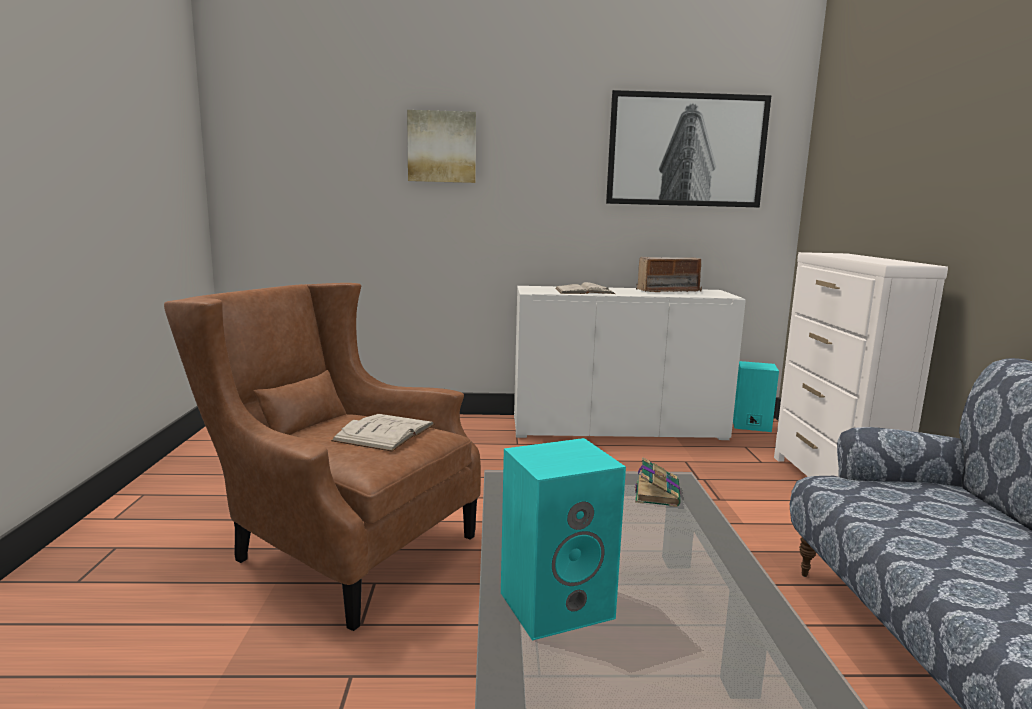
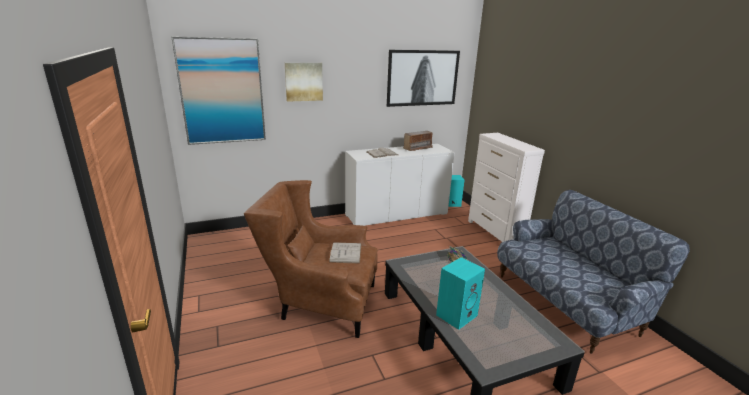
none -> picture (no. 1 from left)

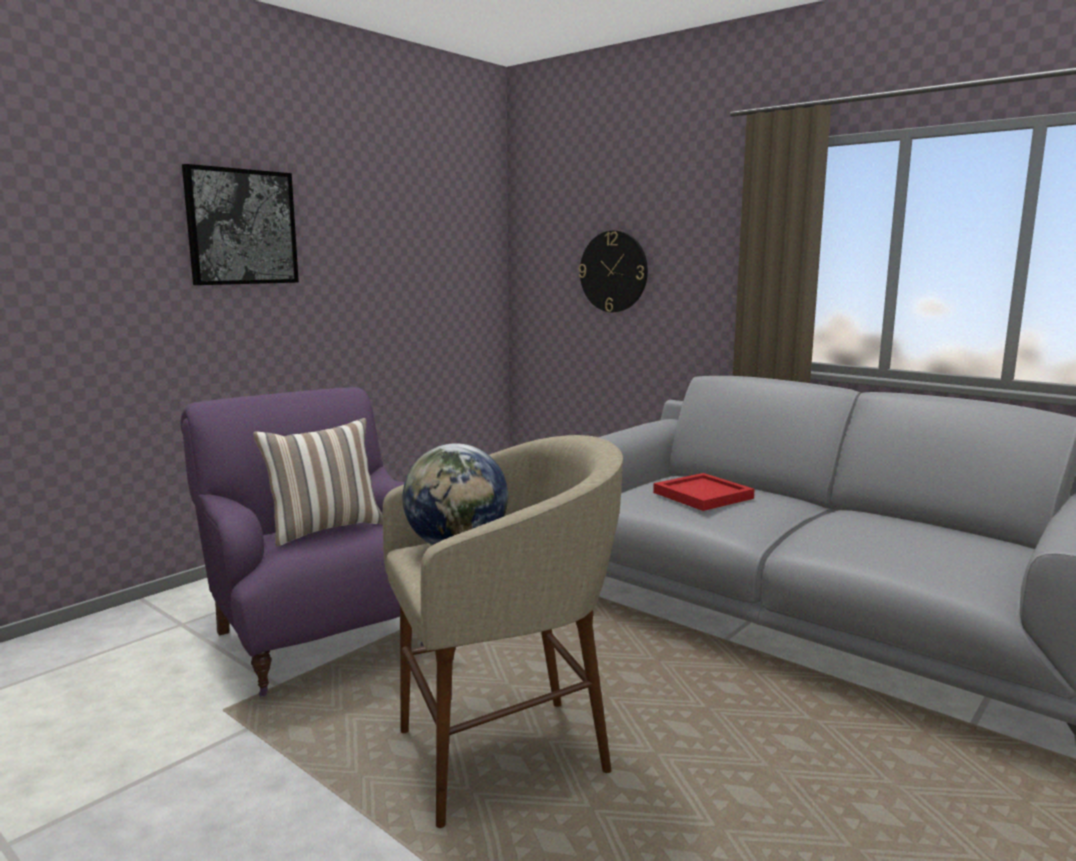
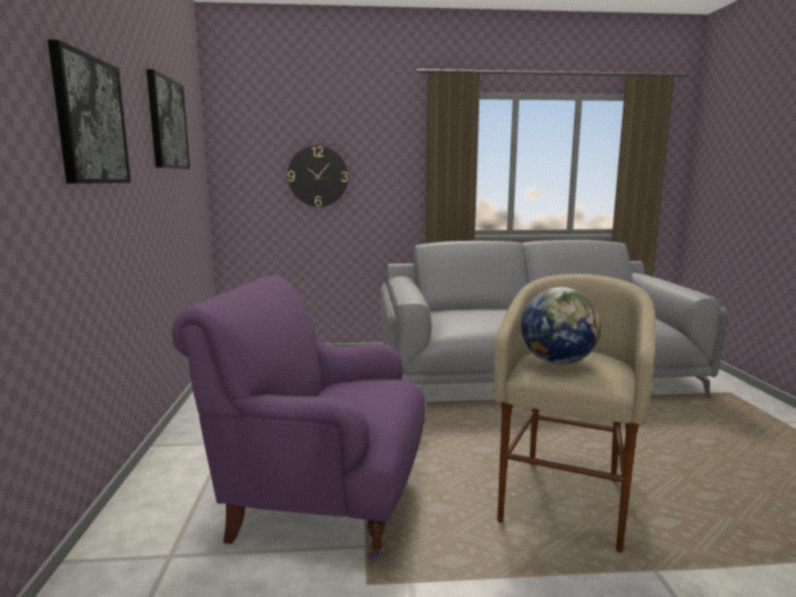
pillow -> none
reddish tray -> none
none -> picture (no. 2 from left)

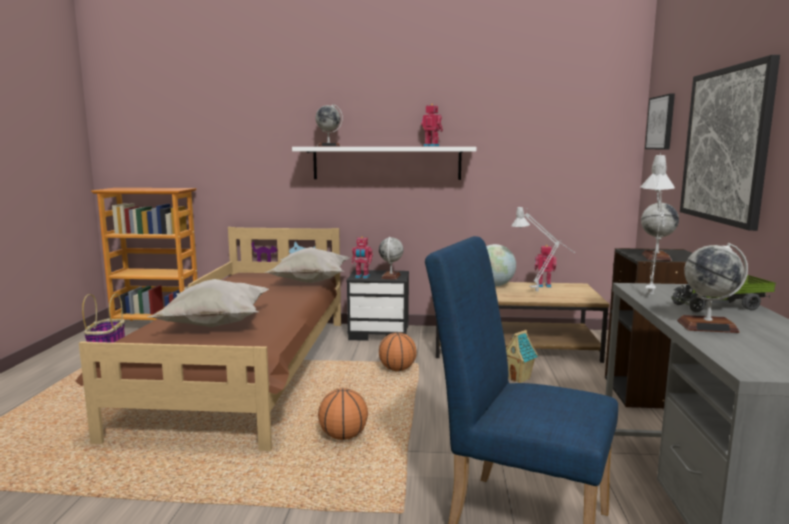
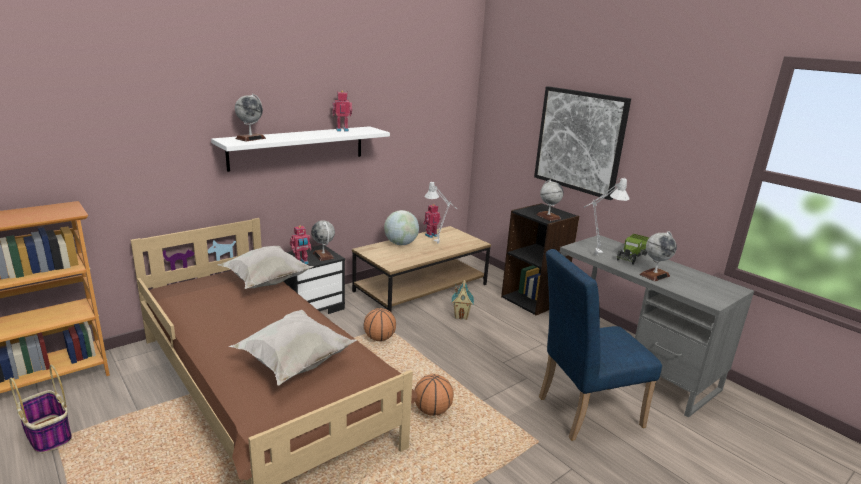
picture (no. 1 from left) -> none

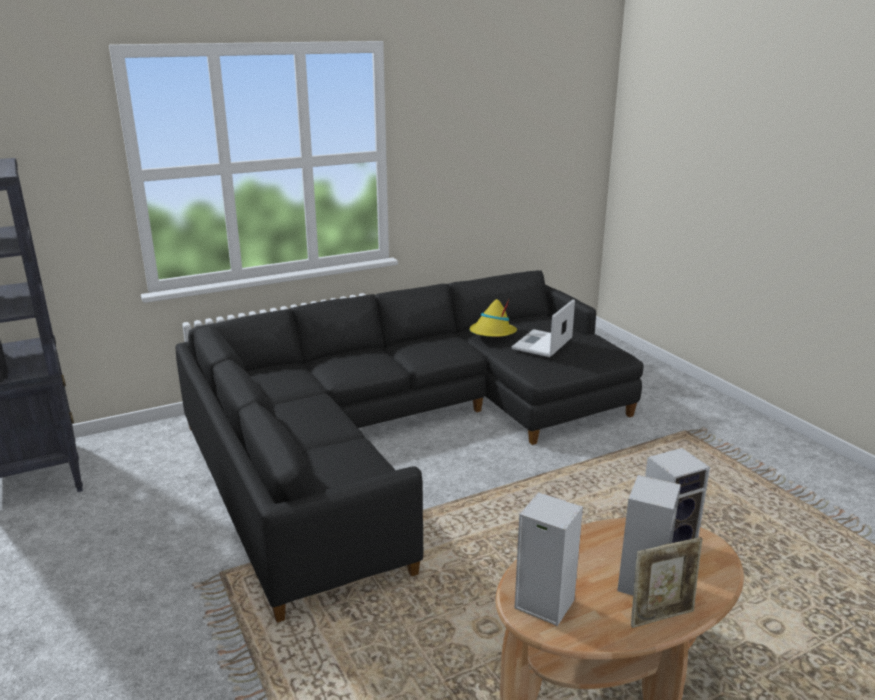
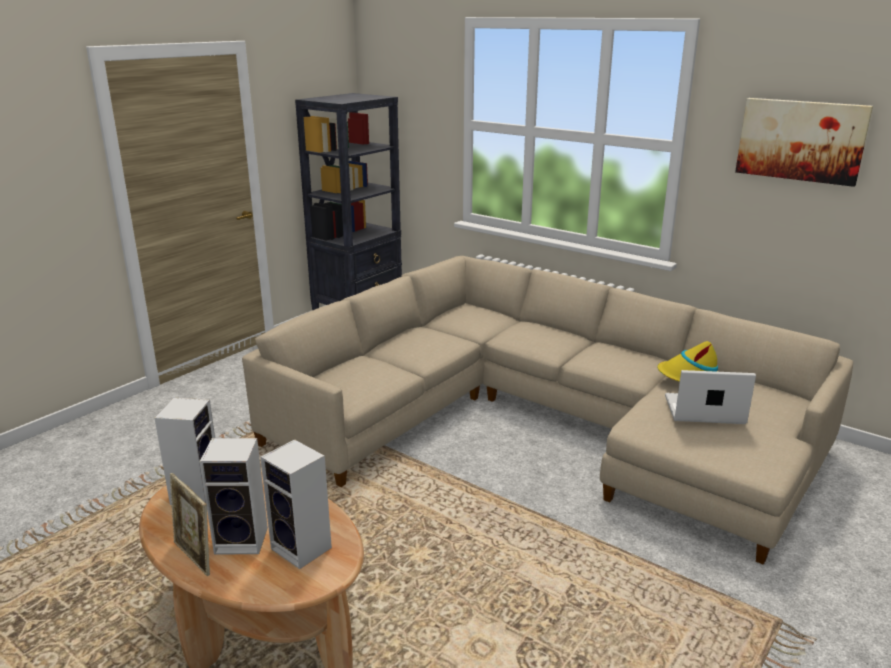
none -> picture
blackish sofa -> sand-coloured sofa

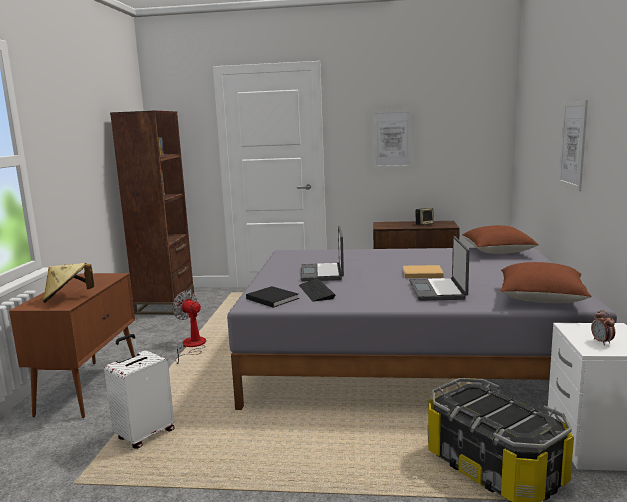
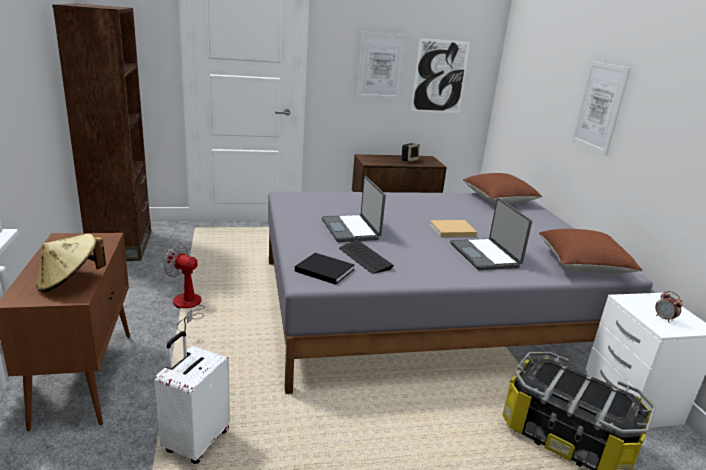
none -> picture (no. 2 from left)

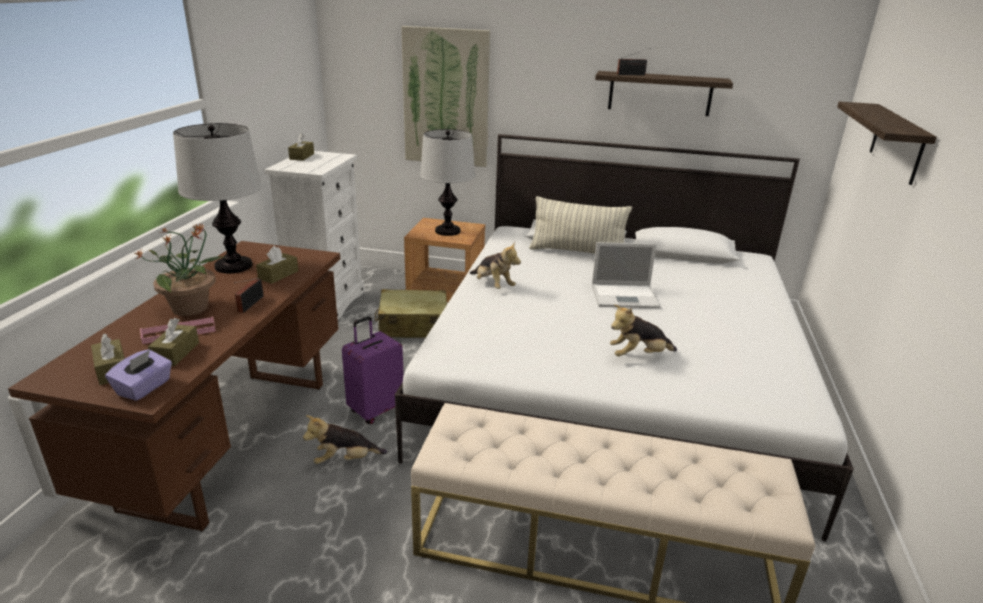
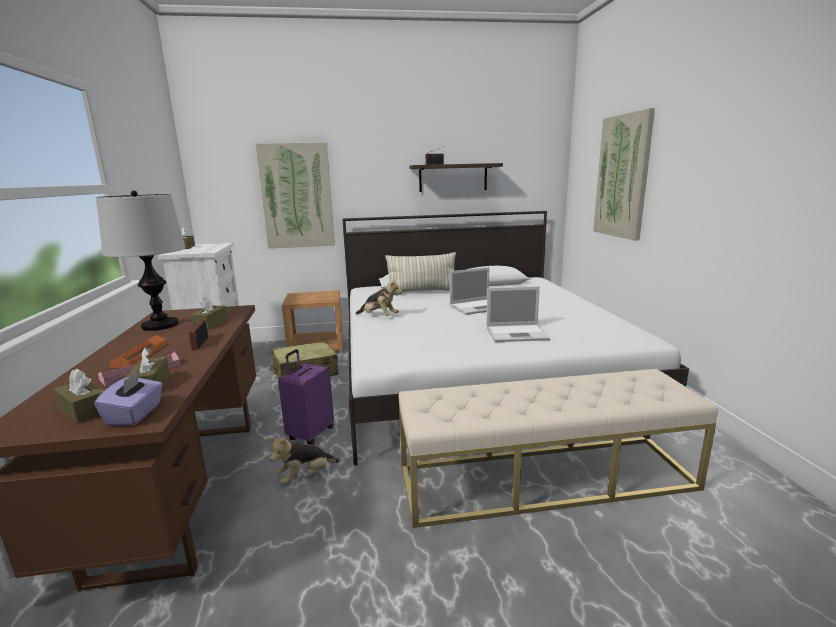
lamp for a table (no. 2 from left) -> none
houseplant -> orange tray
plush toy (no. 3 from left) -> portable computer (no. 2 from left)
bracket shelf (no. 2 from left) -> picture (no. 2 from left)

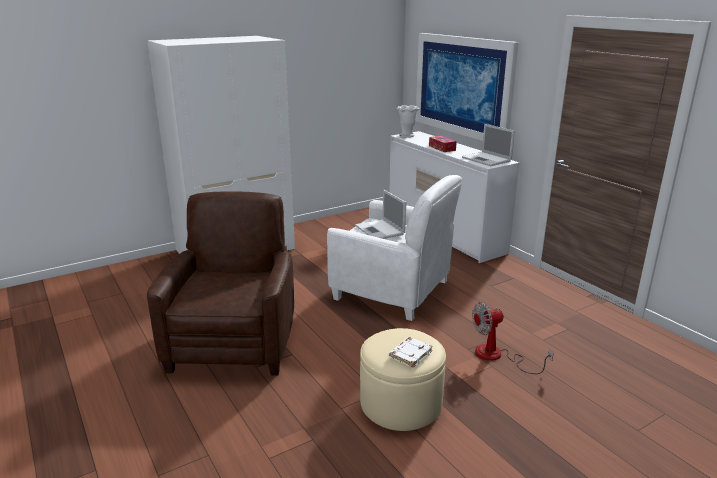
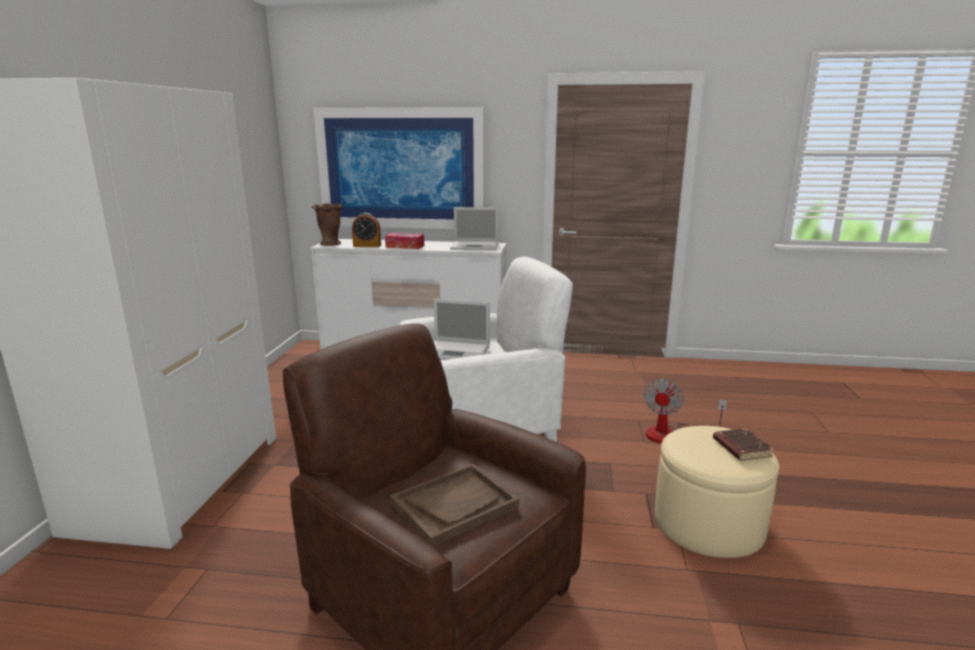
none -> alarm clock
none -> brownish tray
whitish bound book -> brownish bound book
whitish flower vase -> brownish flower vase

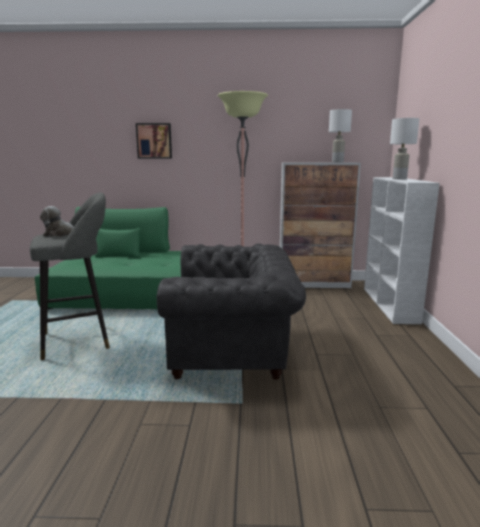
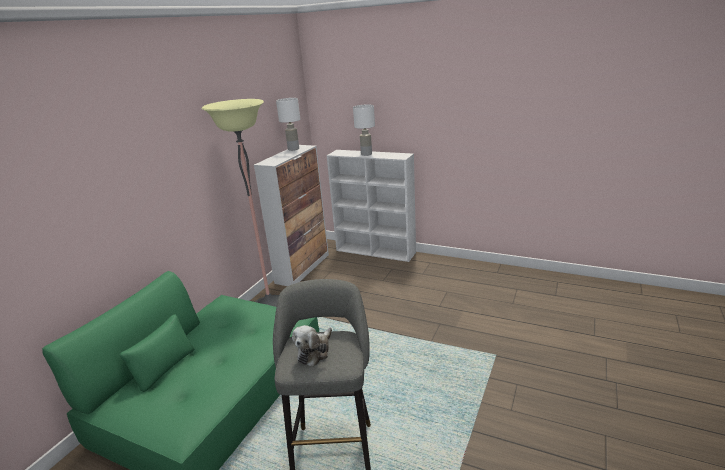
picture -> none
gray lounge chair -> none

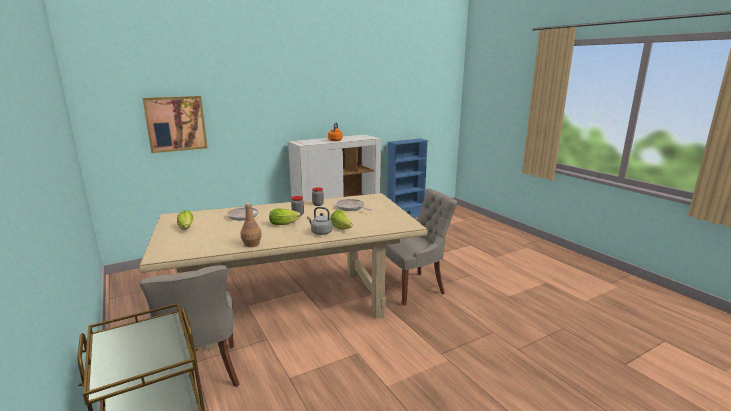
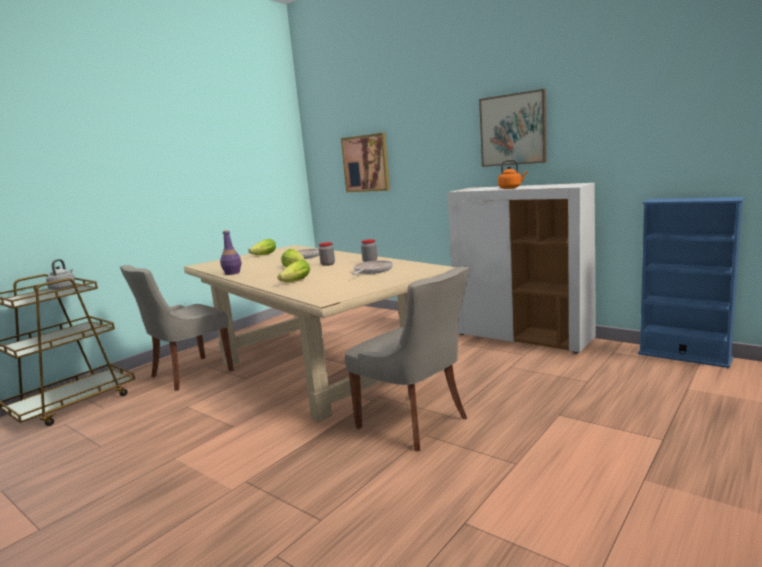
none -> picture (no. 2 from left)
gray water kettle, shifted
brownish bottle -> purplish bottle

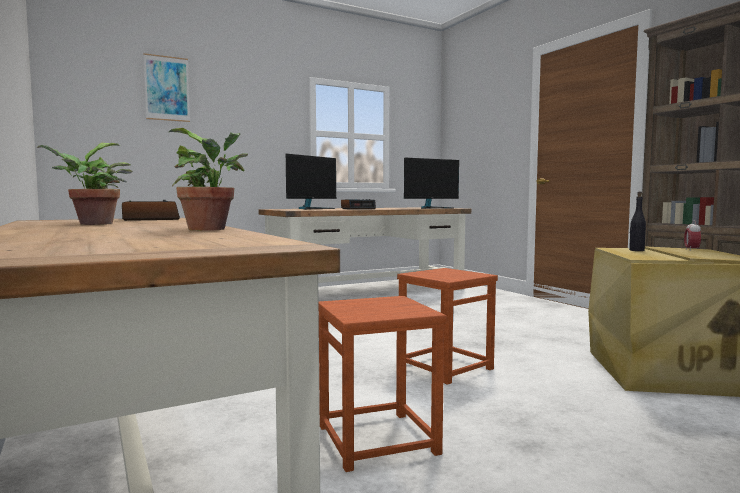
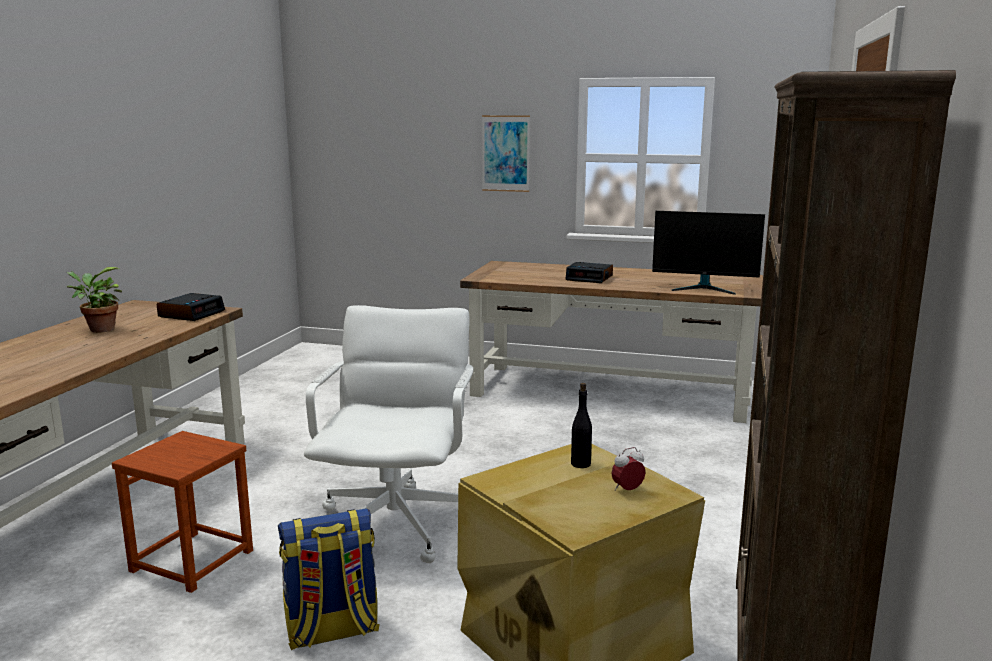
houseplant (no. 2 from left) -> none
computer screen (no. 1 from left) -> none
none -> backpack
picture, shifted
brownish stool (no. 2 from left) -> whitish office chair

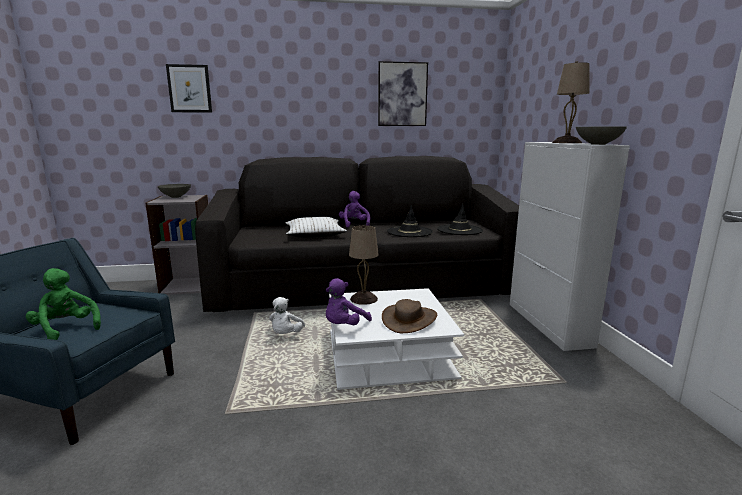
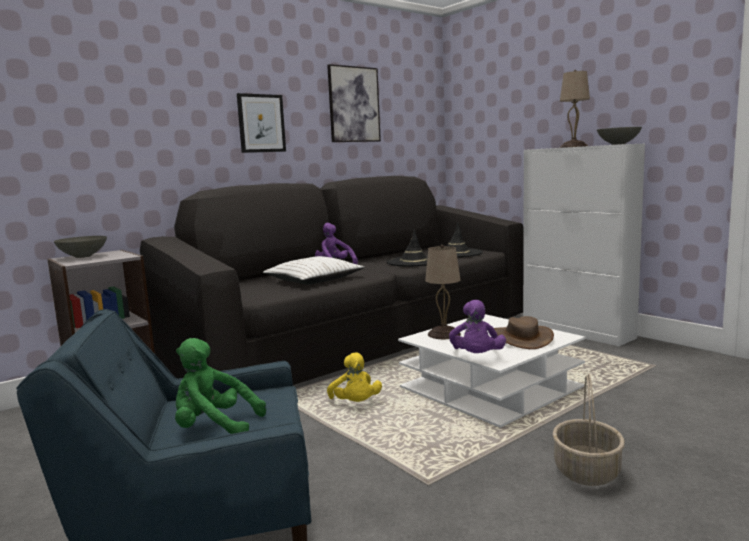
none -> household basket
picture (no. 1 from left), shifted
whitish plush toy -> yellowish plush toy

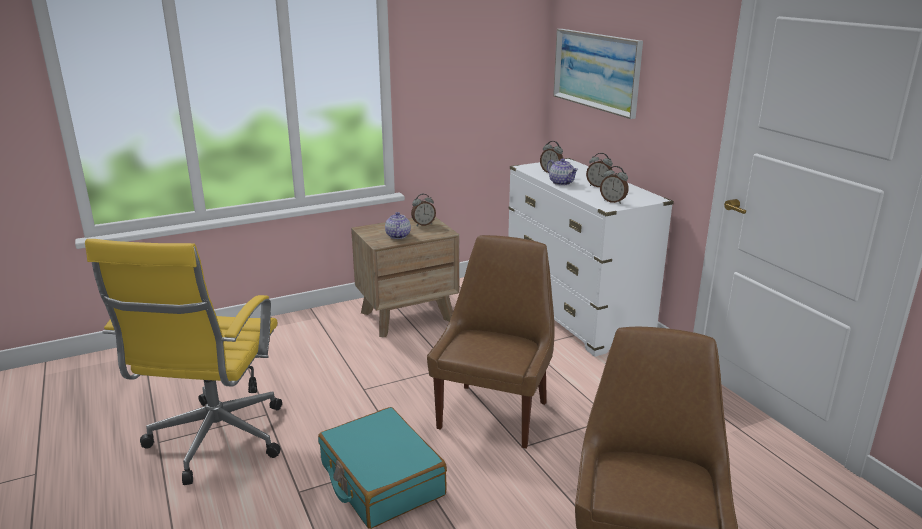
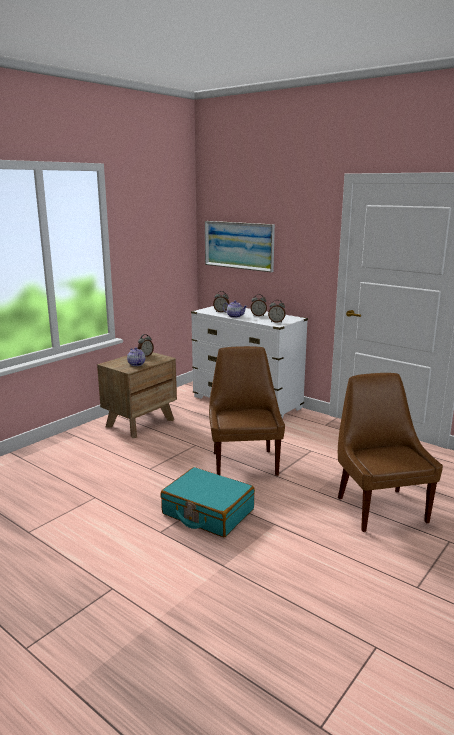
yellowish office chair -> none

